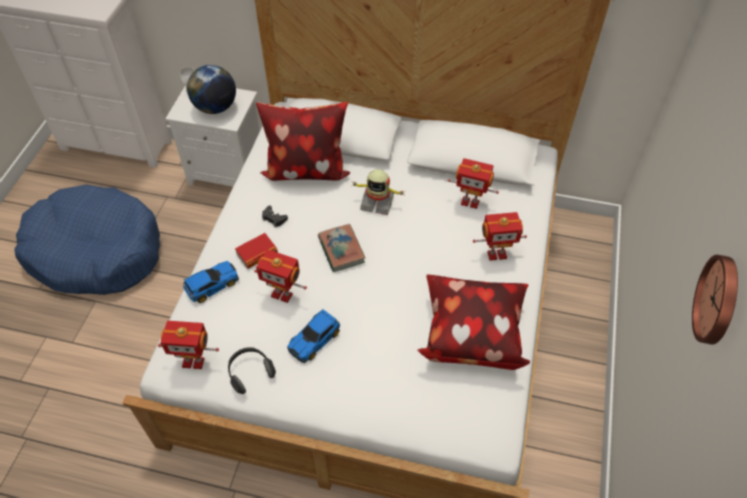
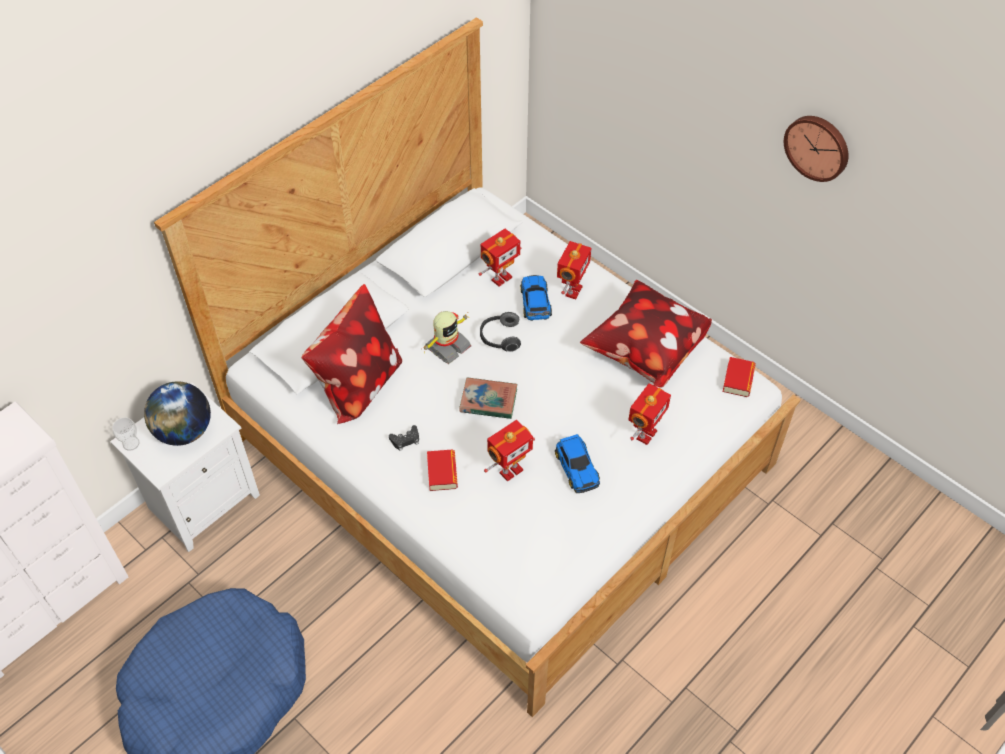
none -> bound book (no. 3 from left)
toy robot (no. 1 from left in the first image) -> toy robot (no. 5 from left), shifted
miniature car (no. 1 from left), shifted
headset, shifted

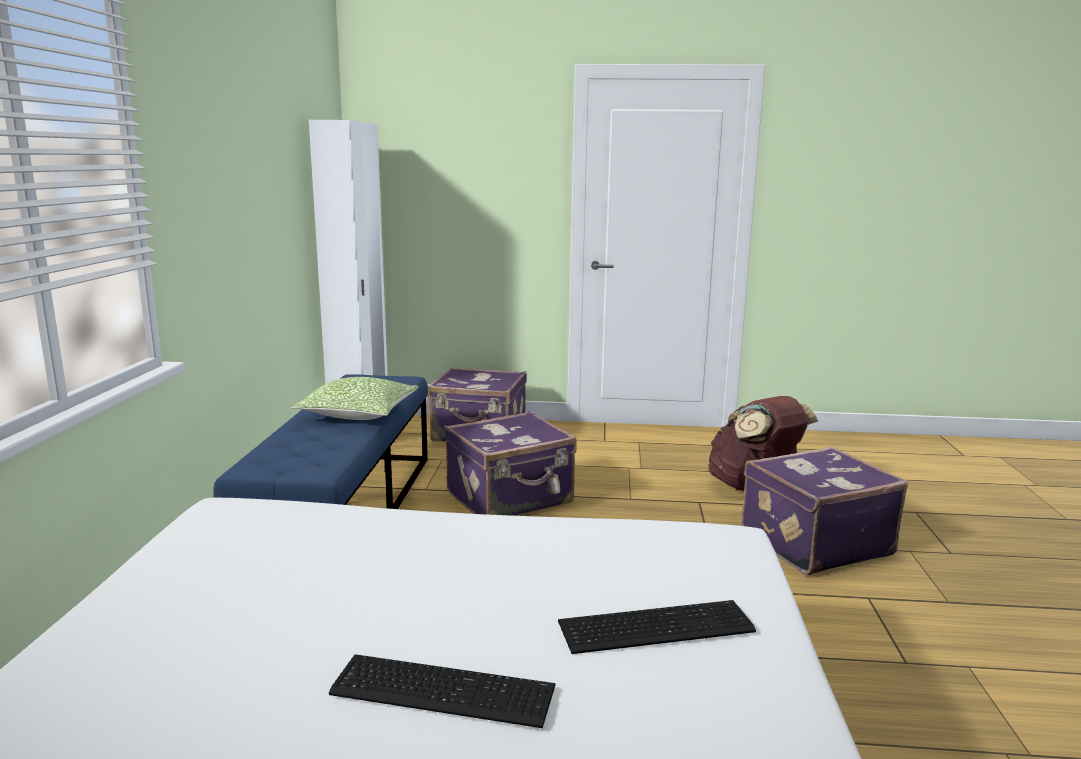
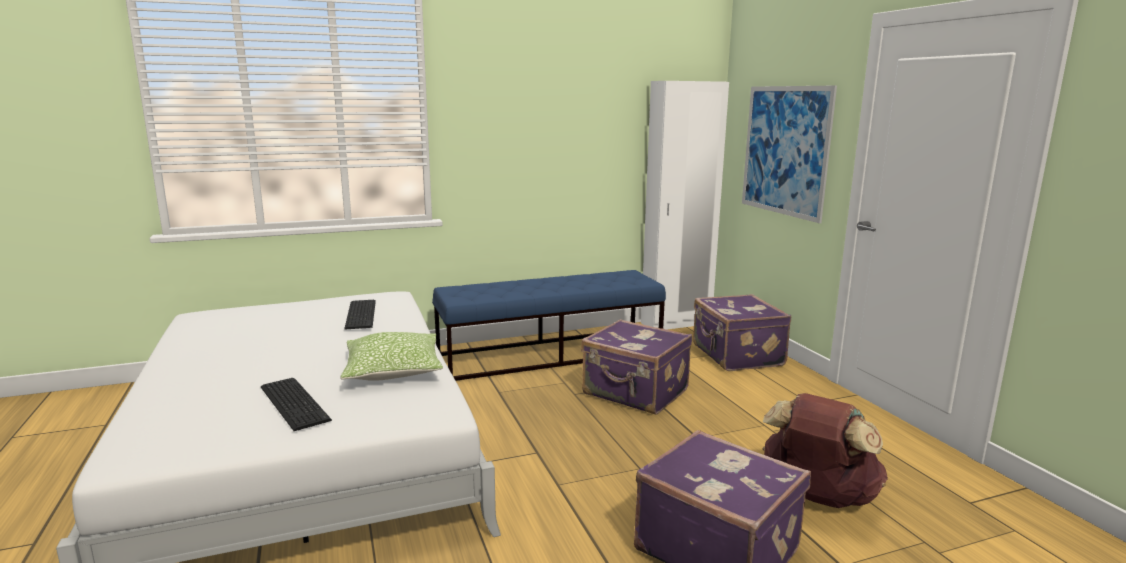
none -> picture
pillow, shifted
PC keyboard (no. 1 from left in the first image) -> PC keyboard (no. 2 from left), shifted

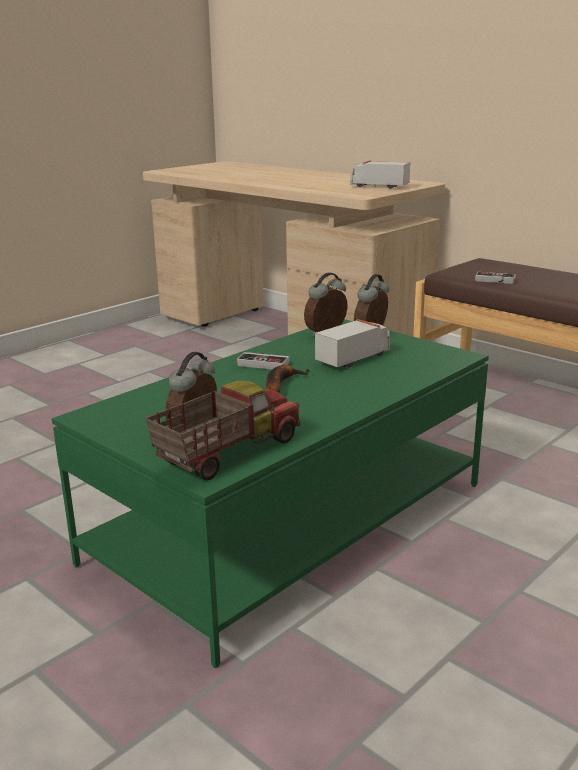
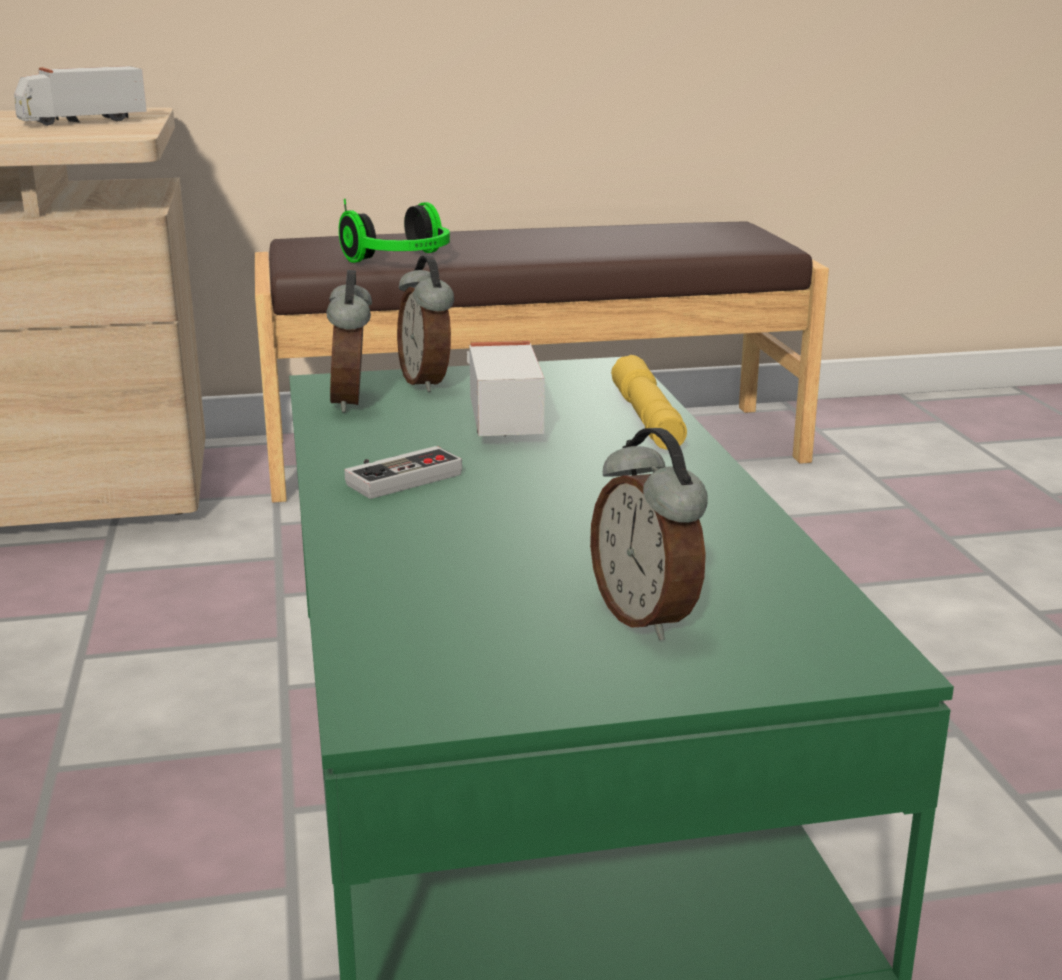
toy lorry (no. 1 from left) -> none
whole banana -> none
none -> yellowish hand torch
game controller (no. 2 from left) -> headset

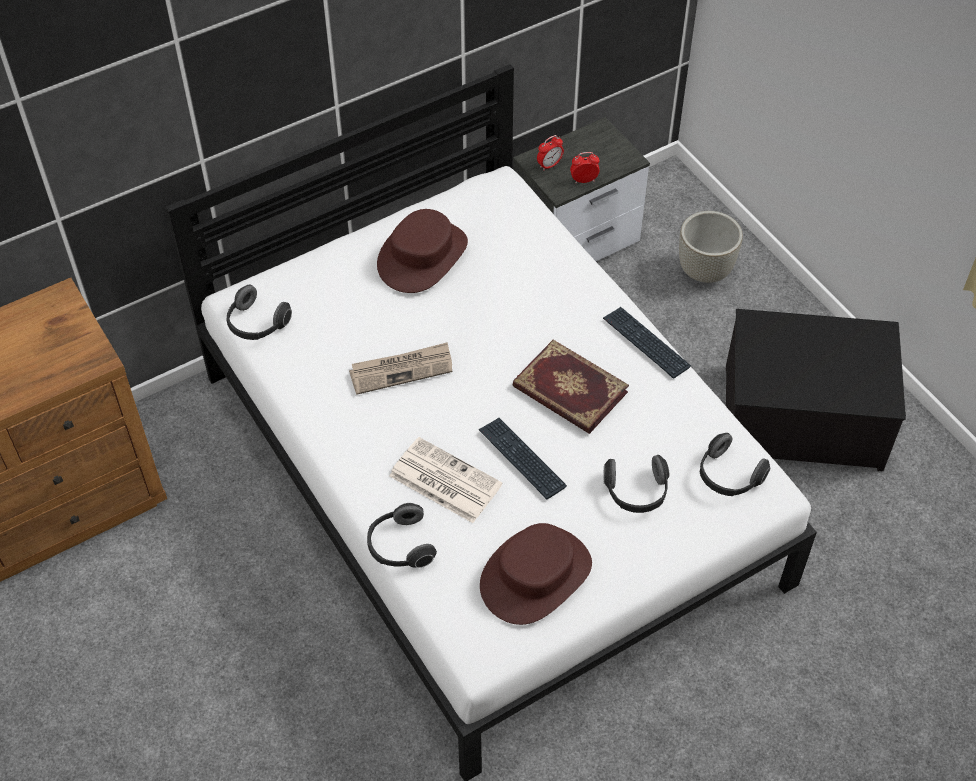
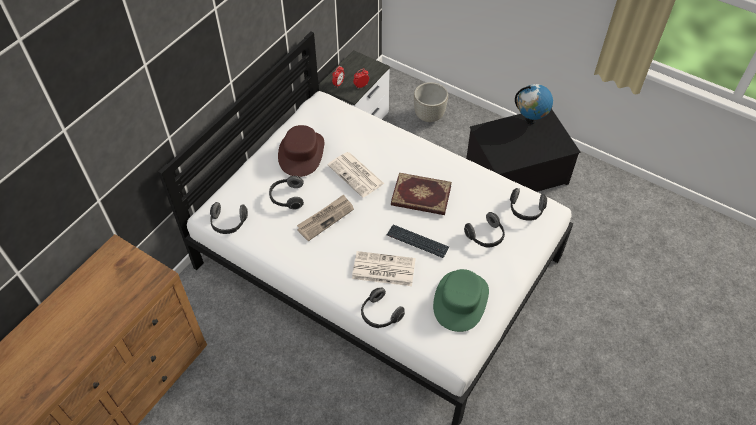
PC keyboard (no. 2 from left) -> none
none -> headset (no. 2 from left)
none -> printed paper (no. 2 from left)
none -> desk globe
brownish hat (no. 2 from left) -> greenish hat

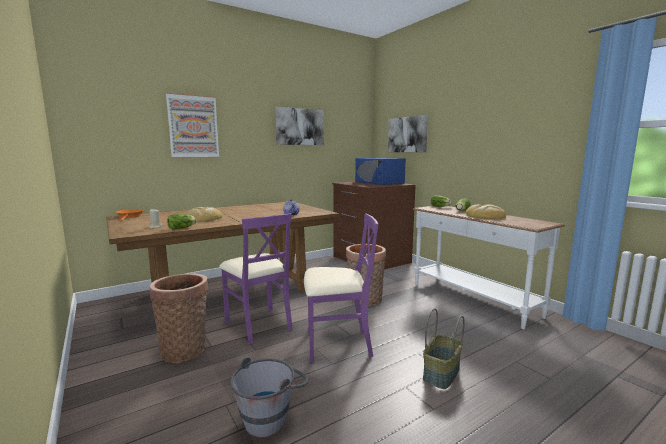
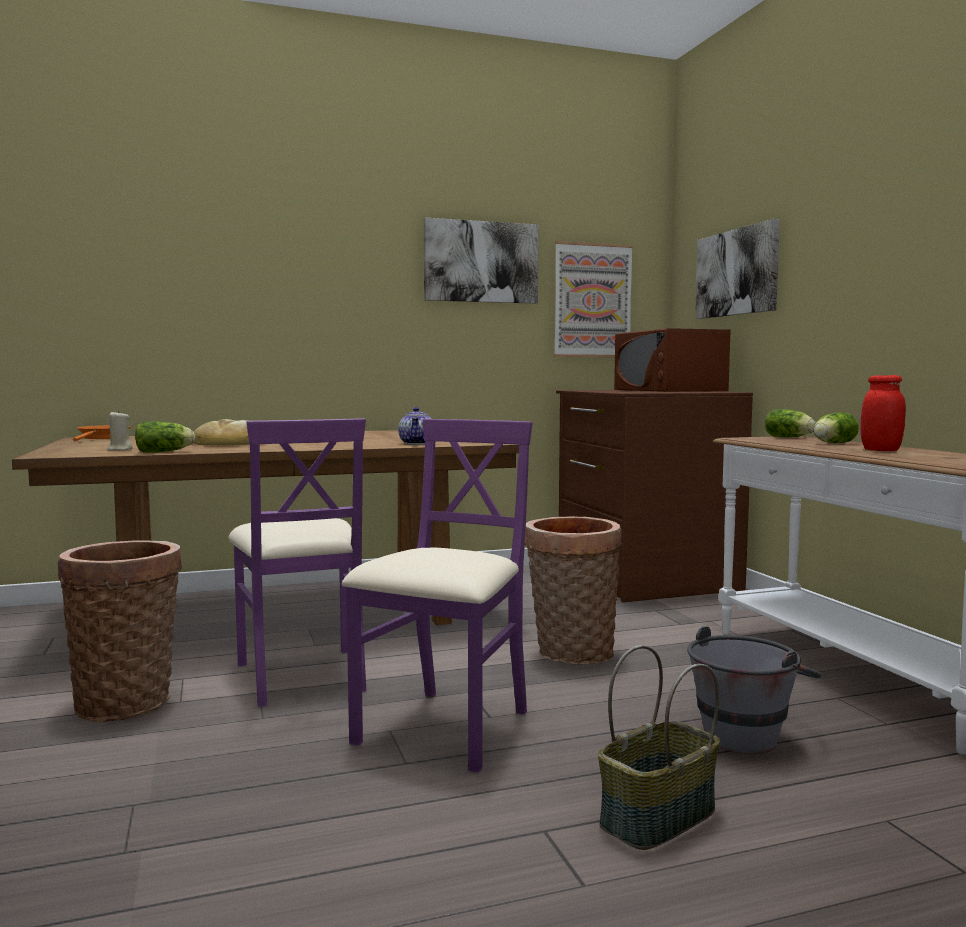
picture (no. 1 from left in the first image) -> picture (no. 2 from left), shifted
gray water bucket, shifted
bakery bread (no. 2 from left) -> reddish preserve jar
blue-coloured kitchen microwave -> brownish kitchen microwave
purplish plain chair (no. 2 from left), 75 degrees counterclockwise

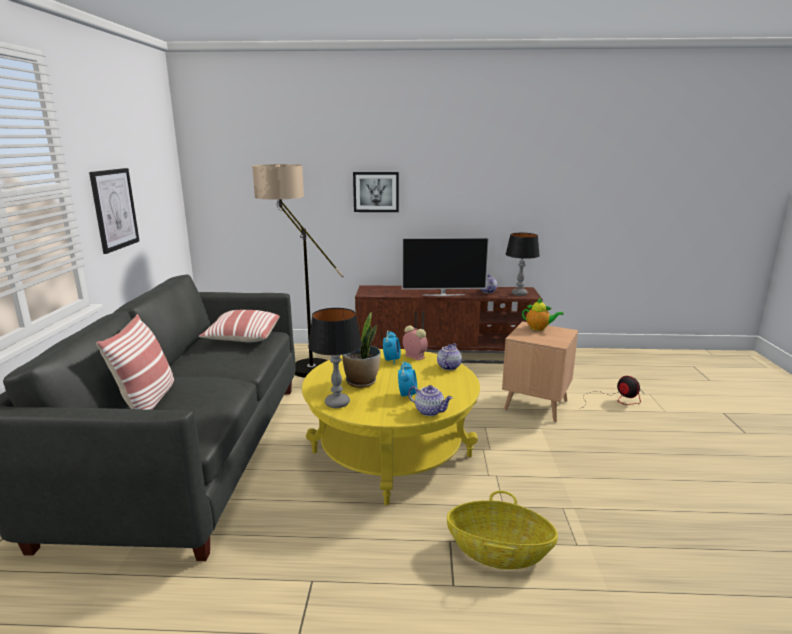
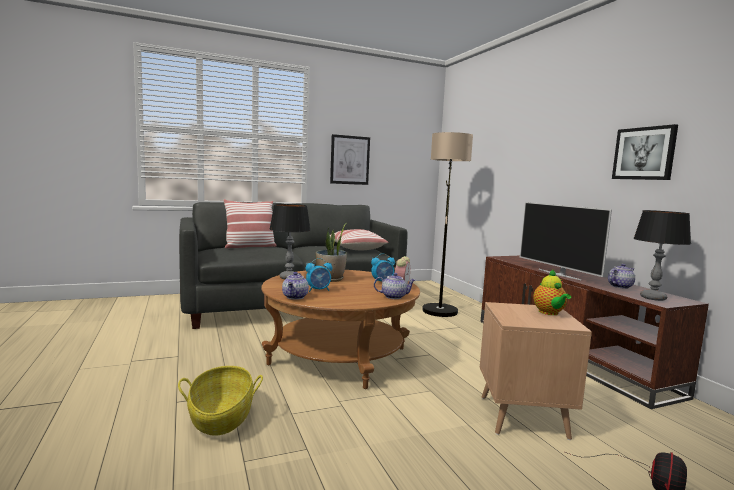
picture (no. 2 from left), shifted
yellowish coffee table -> brownish coffee table

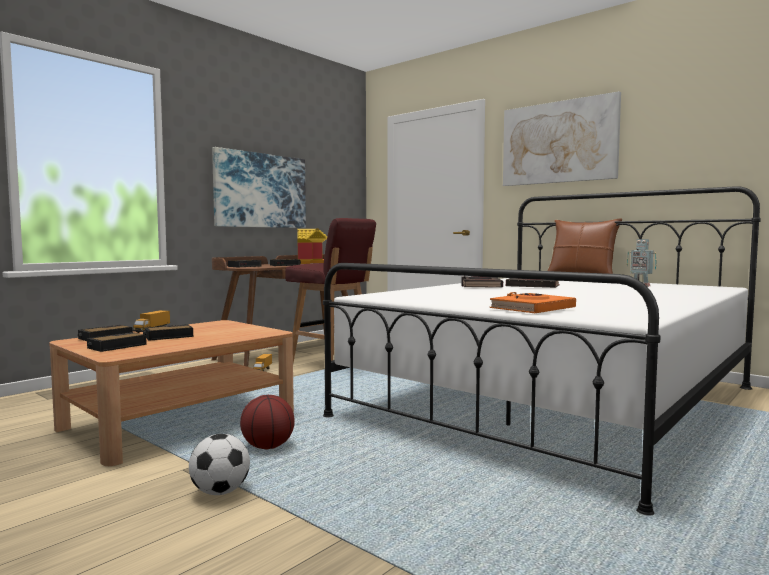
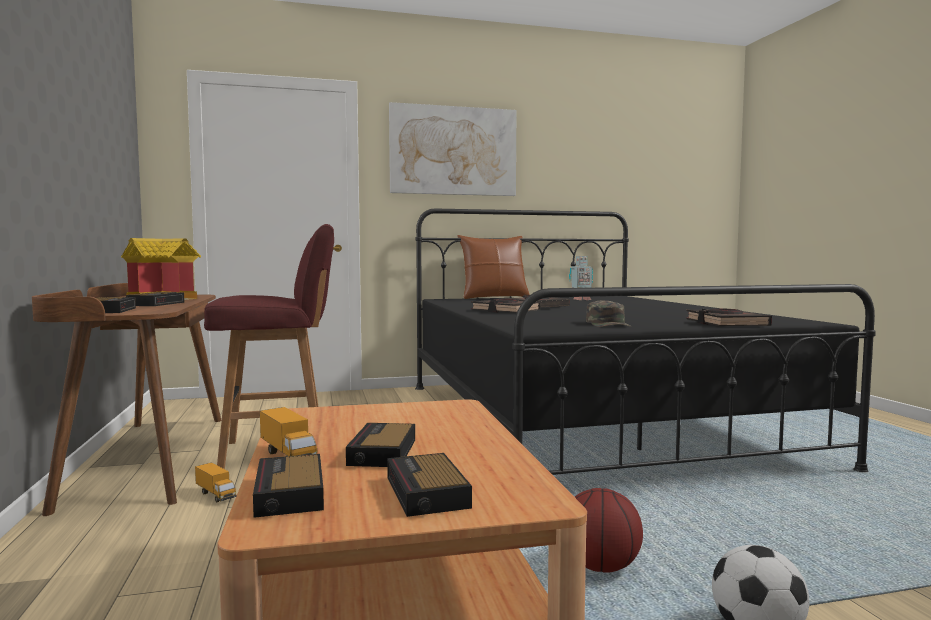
picture (no. 1 from left) -> none
none -> greenish peaked cap
whitish bedroom bed -> blackish bedroom bed
orange bound book -> blackish bound book (no. 3 from left)

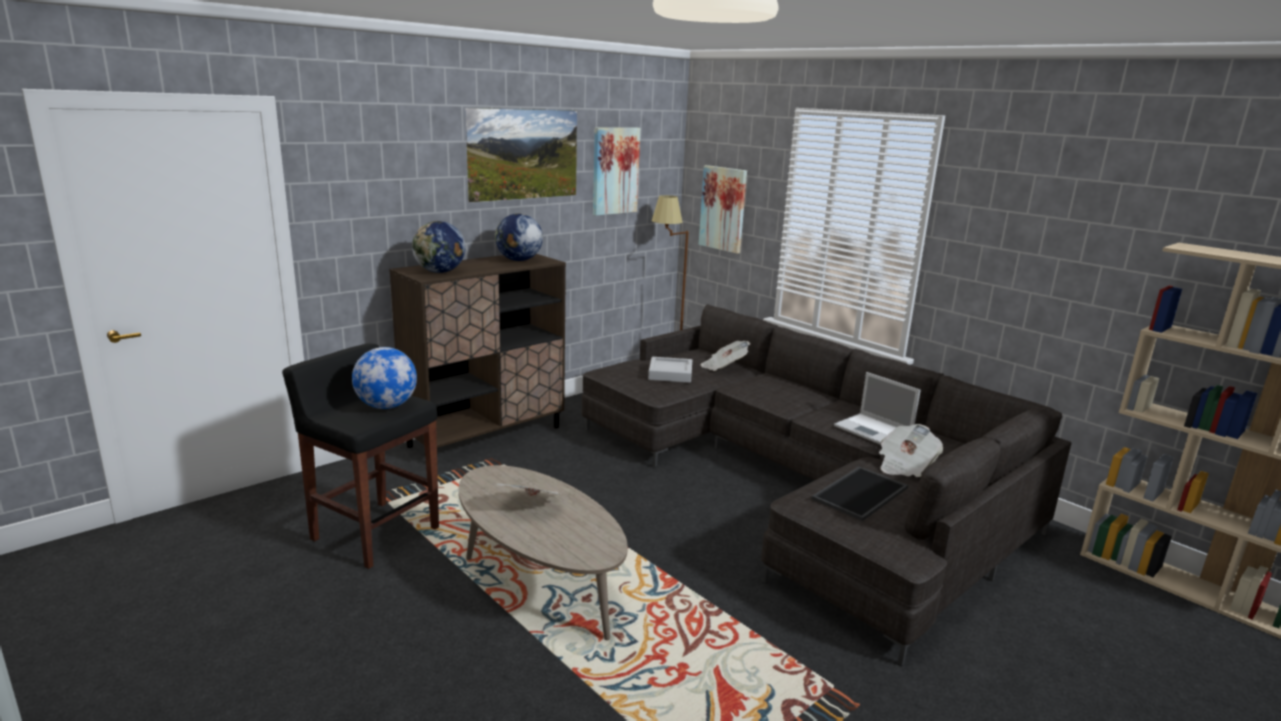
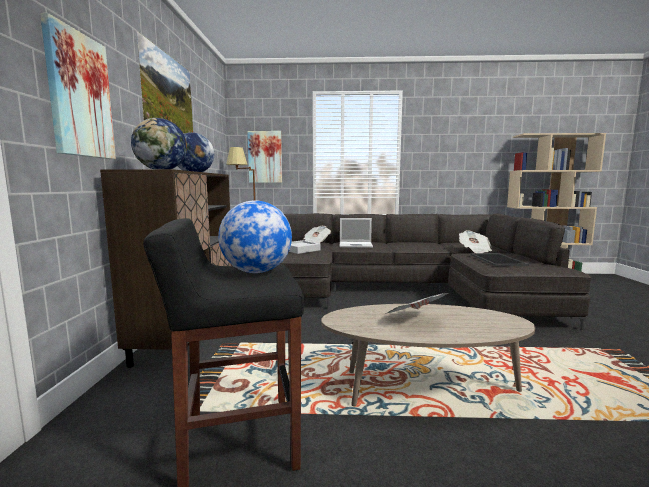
picture (no. 2 from left in the first image) -> picture (no. 1 from left), shifted
portable computer, shifted

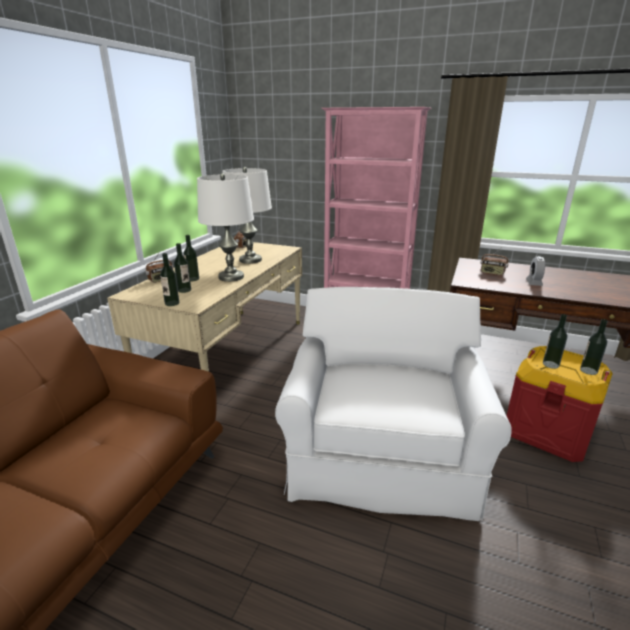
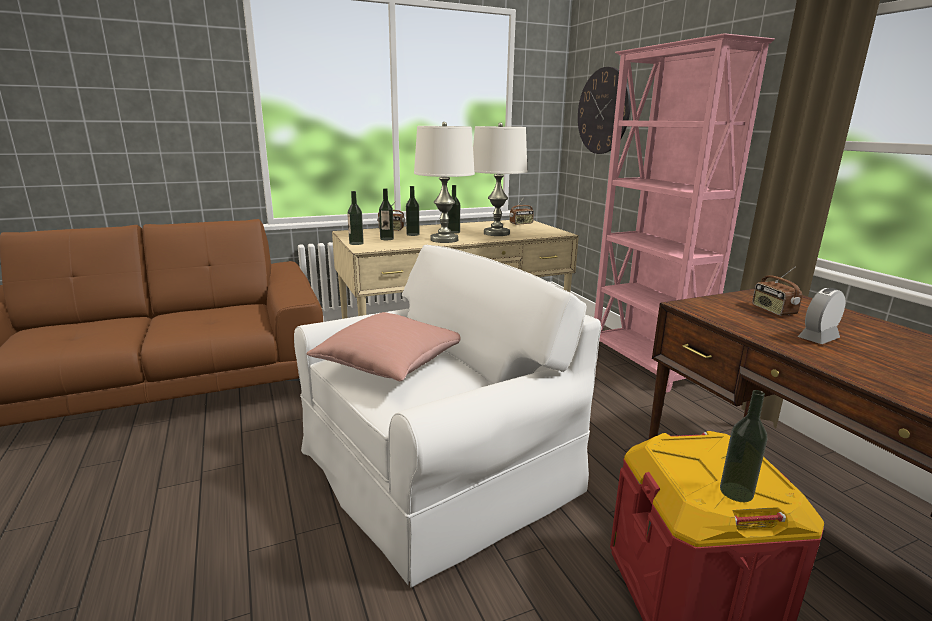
none -> pinkish pillow
none -> hanging clock
bottle (no. 4 from left), shifted

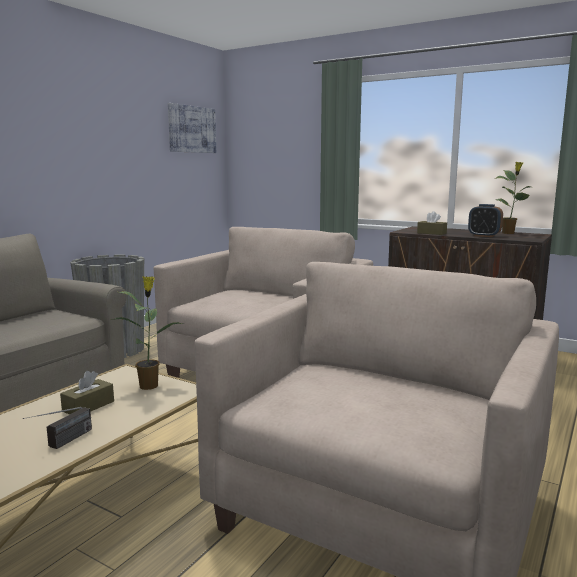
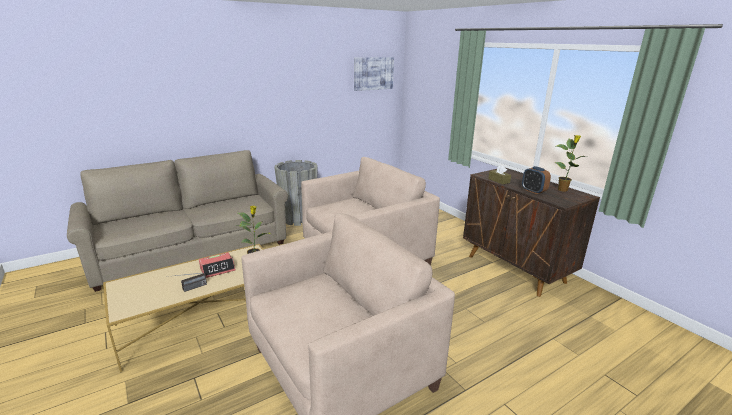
brownish box of tissues (no. 1 from left) -> alarm clock (no. 1 from left)

